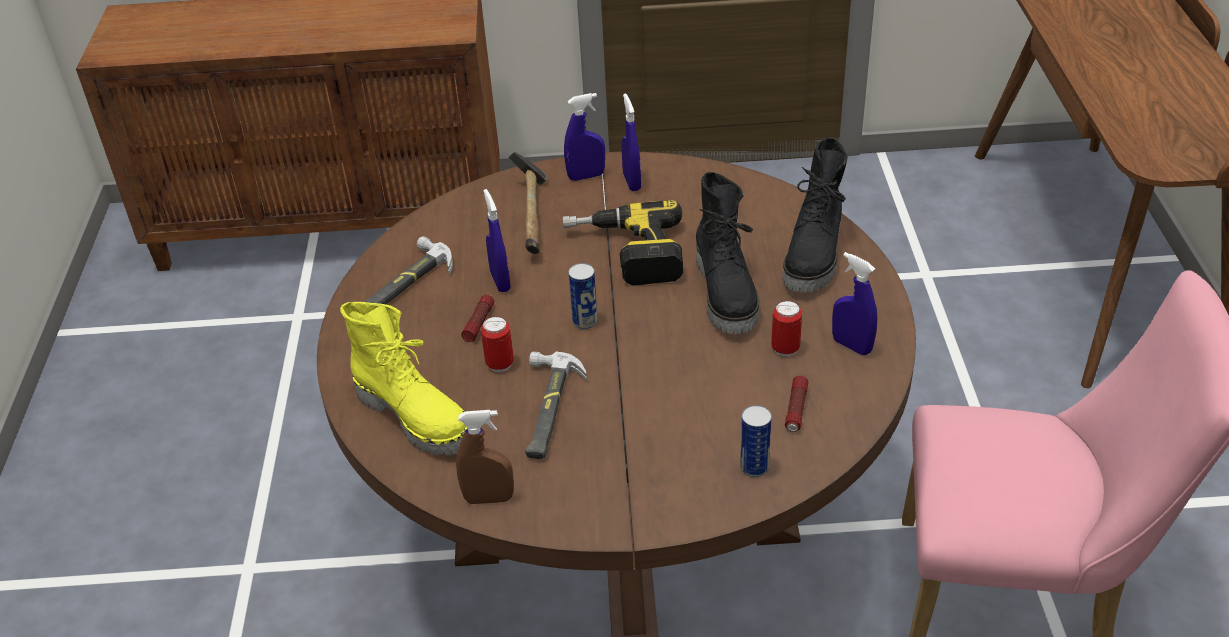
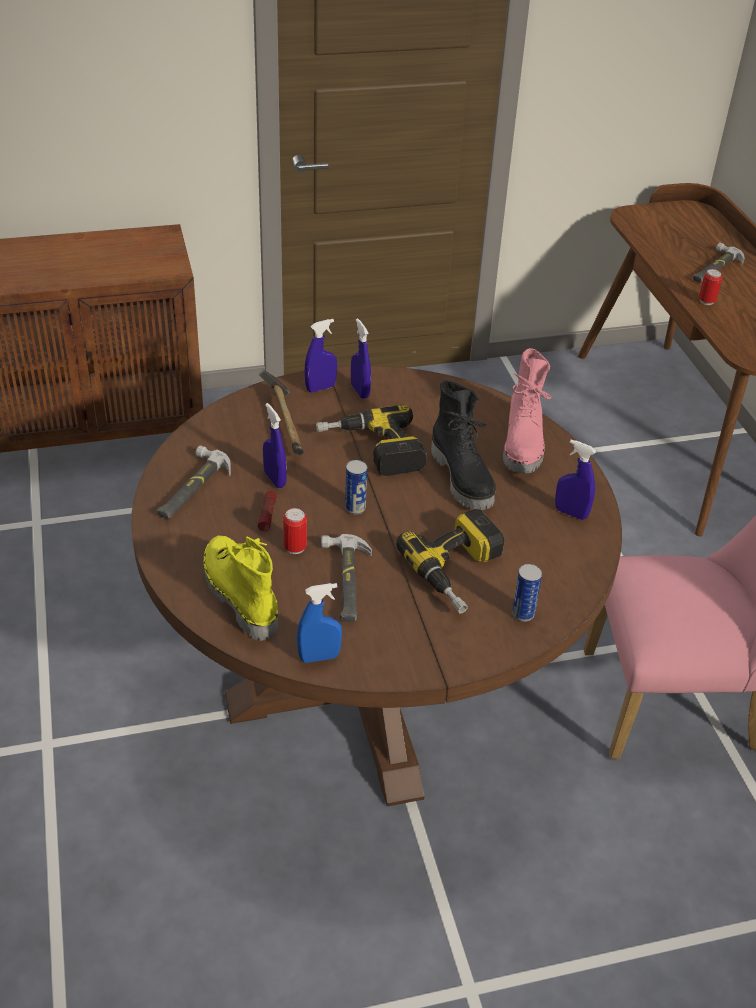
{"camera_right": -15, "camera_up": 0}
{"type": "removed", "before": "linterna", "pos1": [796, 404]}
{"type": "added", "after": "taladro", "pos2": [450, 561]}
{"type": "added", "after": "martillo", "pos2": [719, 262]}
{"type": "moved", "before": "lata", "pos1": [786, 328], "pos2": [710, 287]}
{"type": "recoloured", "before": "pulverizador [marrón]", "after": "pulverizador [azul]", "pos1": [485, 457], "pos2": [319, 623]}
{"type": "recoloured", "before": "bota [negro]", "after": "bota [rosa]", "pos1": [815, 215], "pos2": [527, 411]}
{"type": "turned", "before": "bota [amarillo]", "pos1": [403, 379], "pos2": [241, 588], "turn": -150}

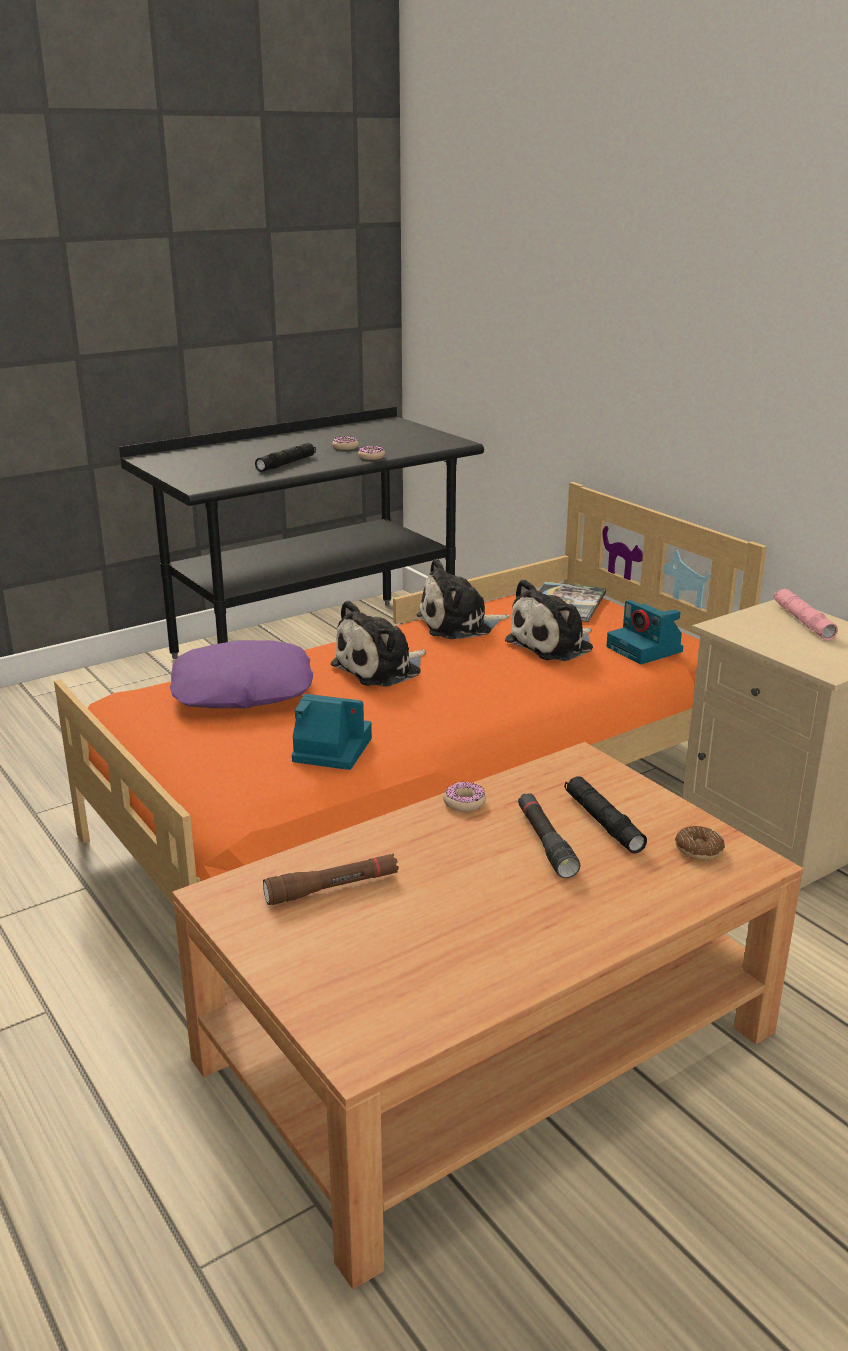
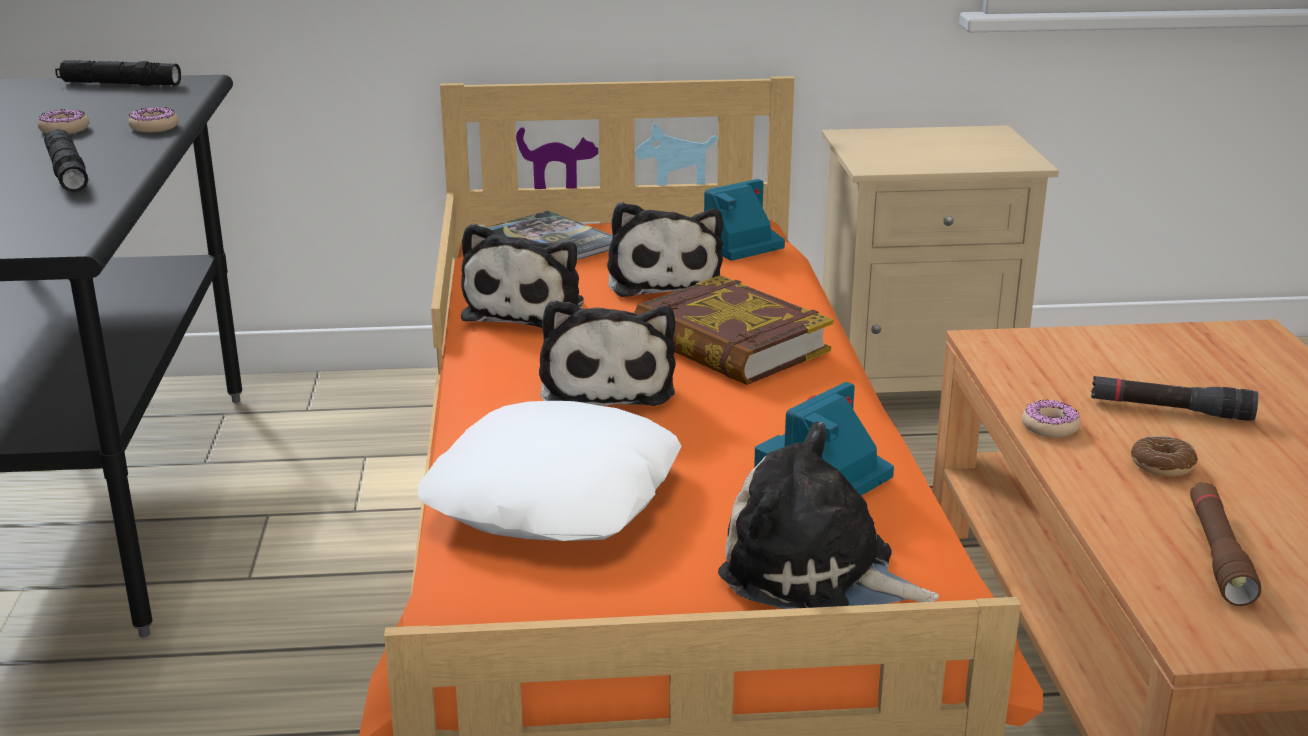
{"camera_right": -60, "camera_up": 0}
{"type": "removed", "before": "linterna [rosa]", "pos1": [806, 614]}
{"type": "added", "after": "libro", "pos2": [733, 330]}
{"type": "added", "after": "peluche", "pos2": [828, 515]}
{"type": "moved", "before": "linterna [negro]", "pos1": [605, 815], "pos2": [118, 73]}
{"type": "moved", "before": "rosquilla", "pos1": [700, 843], "pos2": [1164, 456]}
{"type": "recoloured", "before": "cojín [morado]", "after": "cojín [blanco]", "pos1": [241, 674], "pos2": [550, 471]}
{"type": "turned", "before": "cámara", "pos1": [644, 632], "pos2": [744, 220], "turn": 150}

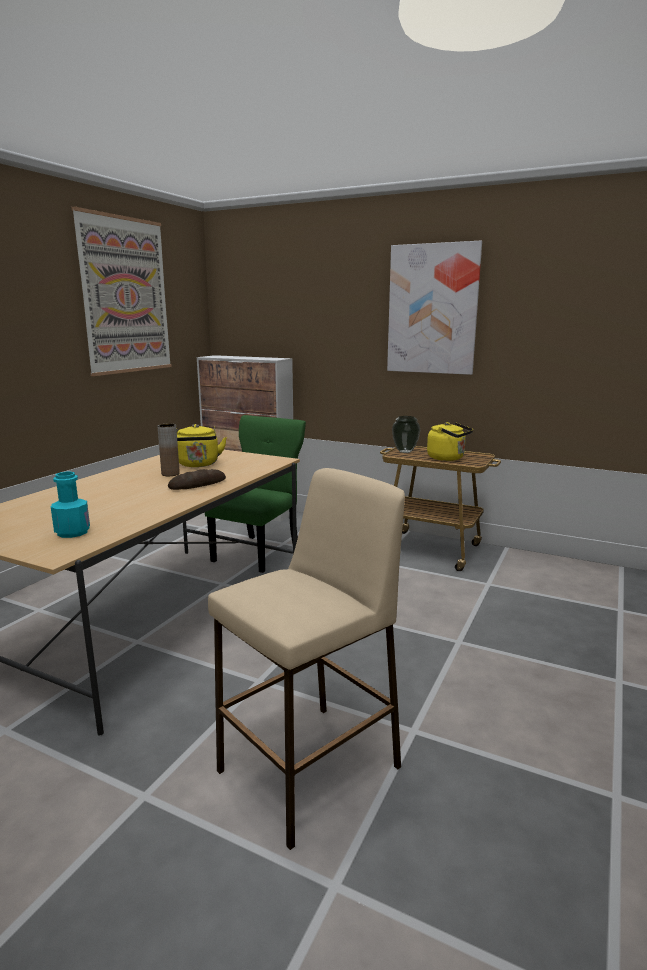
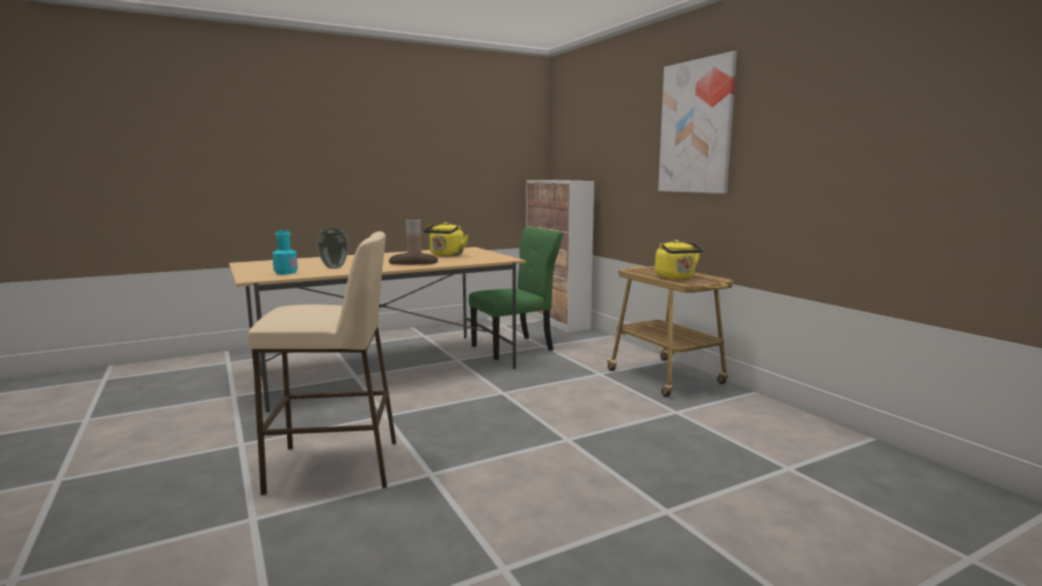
{"camera_right": 35, "camera_up": -5}
{"type": "removed", "before": "cuadro", "pos1": [122, 291]}
{"type": "moved", "before": "florero", "pos1": [406, 434], "pos2": [332, 248]}

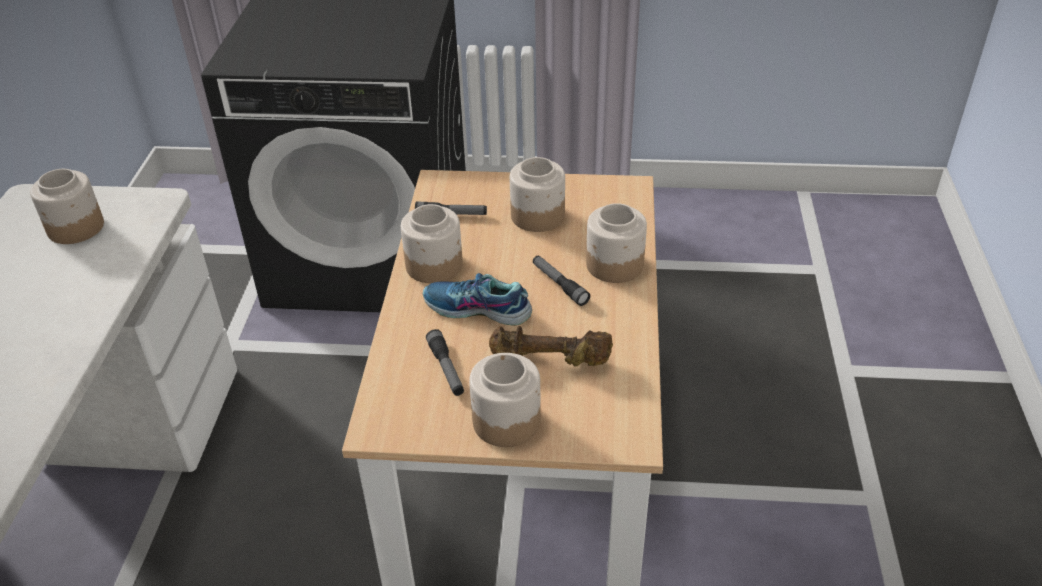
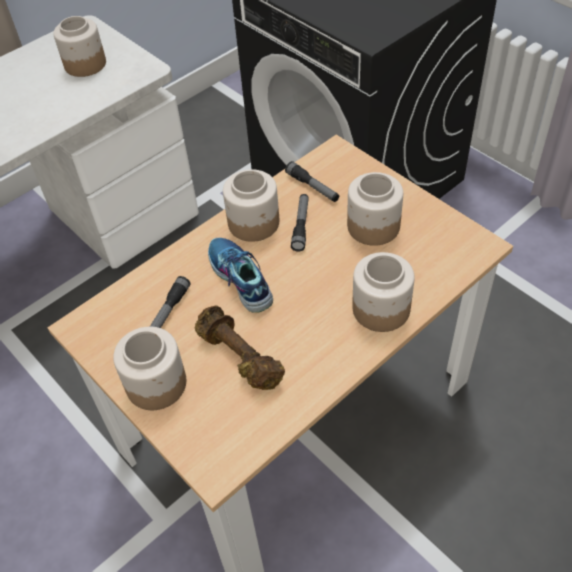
{"camera_right": 45, "camera_up": 10}
{"type": "moved", "before": "linterna", "pos1": [561, 281], "pos2": [300, 223]}

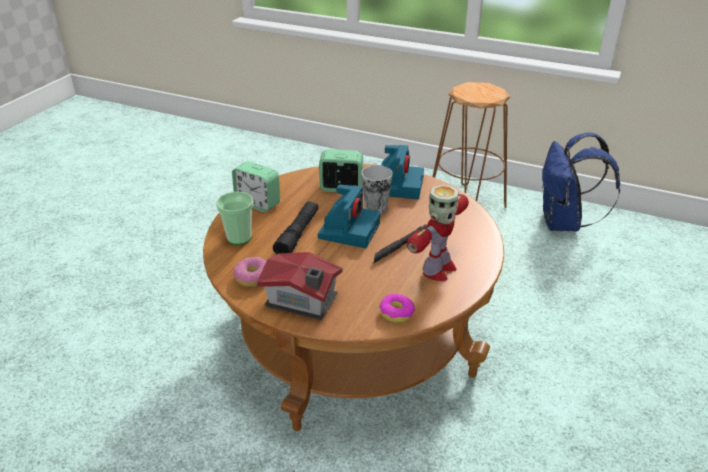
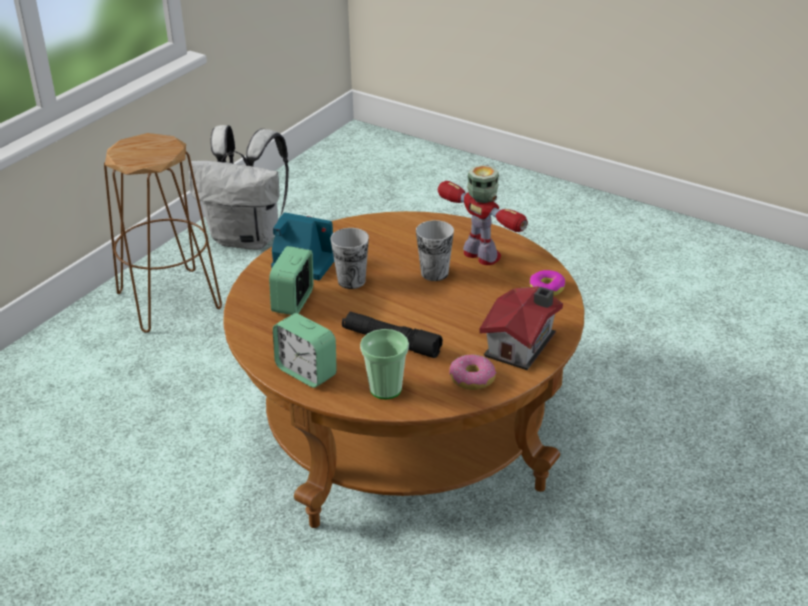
{"camera_right": -80, "camera_up": 0}
{"type": "removed", "before": "cámara", "pos1": [349, 216]}
{"type": "replaced", "before": "linterna [negro]", "after": "taza", "pos1": [400, 243], "pos2": [435, 250]}
{"type": "recoloured", "before": "mochila [azul]", "after": "mochila [blanco]", "pos1": [581, 182], "pos2": [238, 187]}
{"type": "turned", "before": "despertador", "pos1": [256, 186], "pos2": [305, 350], "turn": 90}

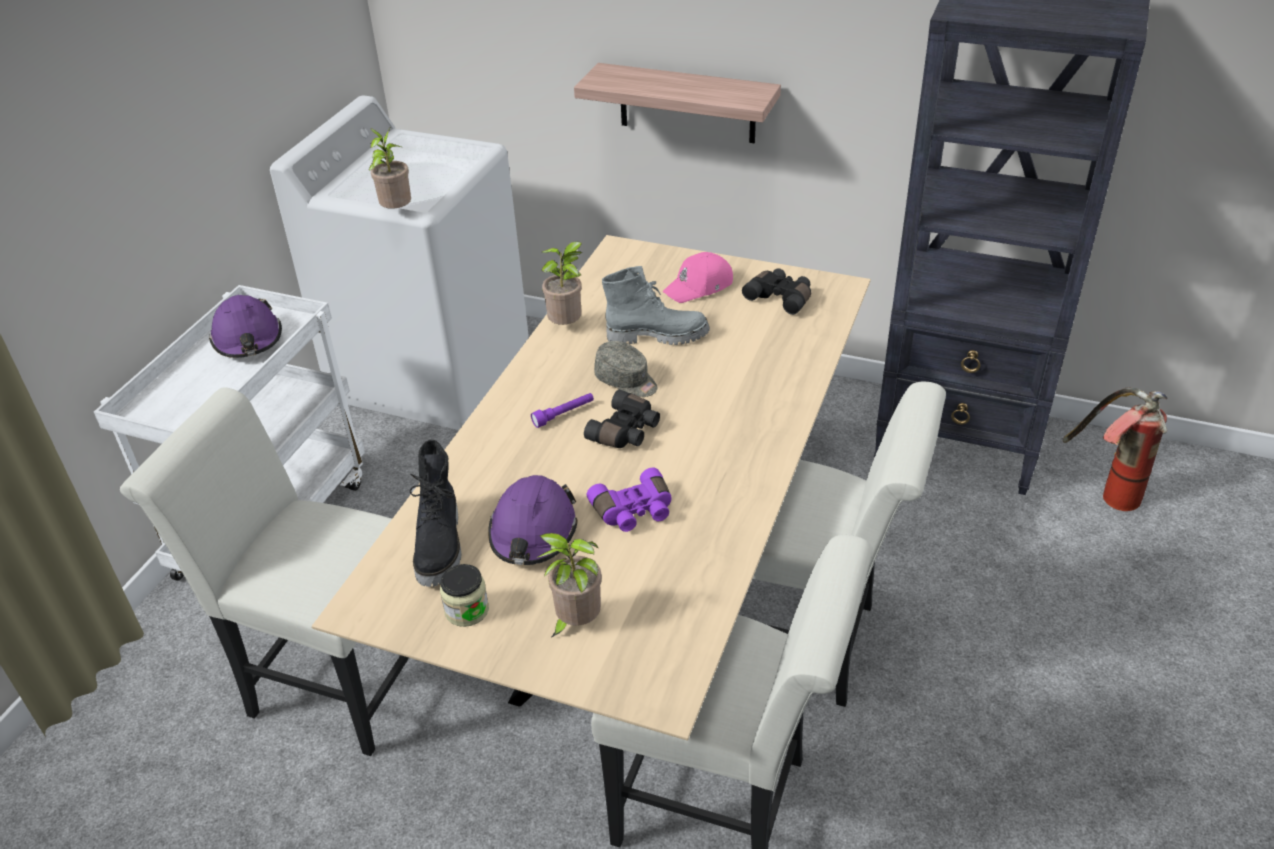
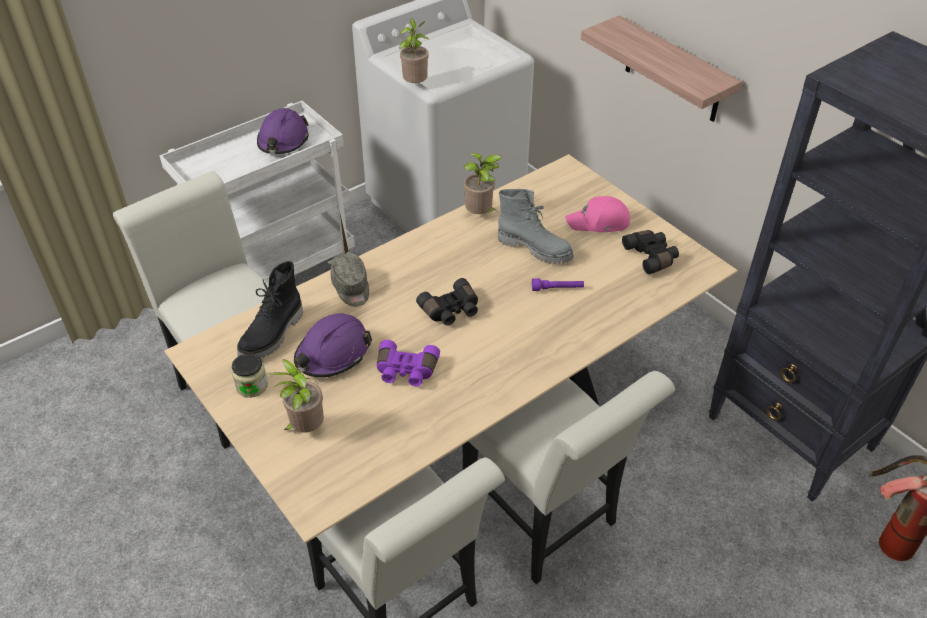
{"camera_right": 30, "camera_up": 5}
{"type": "moved", "before": "linterna [morado]", "pos1": [562, 410], "pos2": [558, 284]}
{"type": "moved", "before": "gorra [gris]", "pos1": [625, 369], "pos2": [350, 280]}

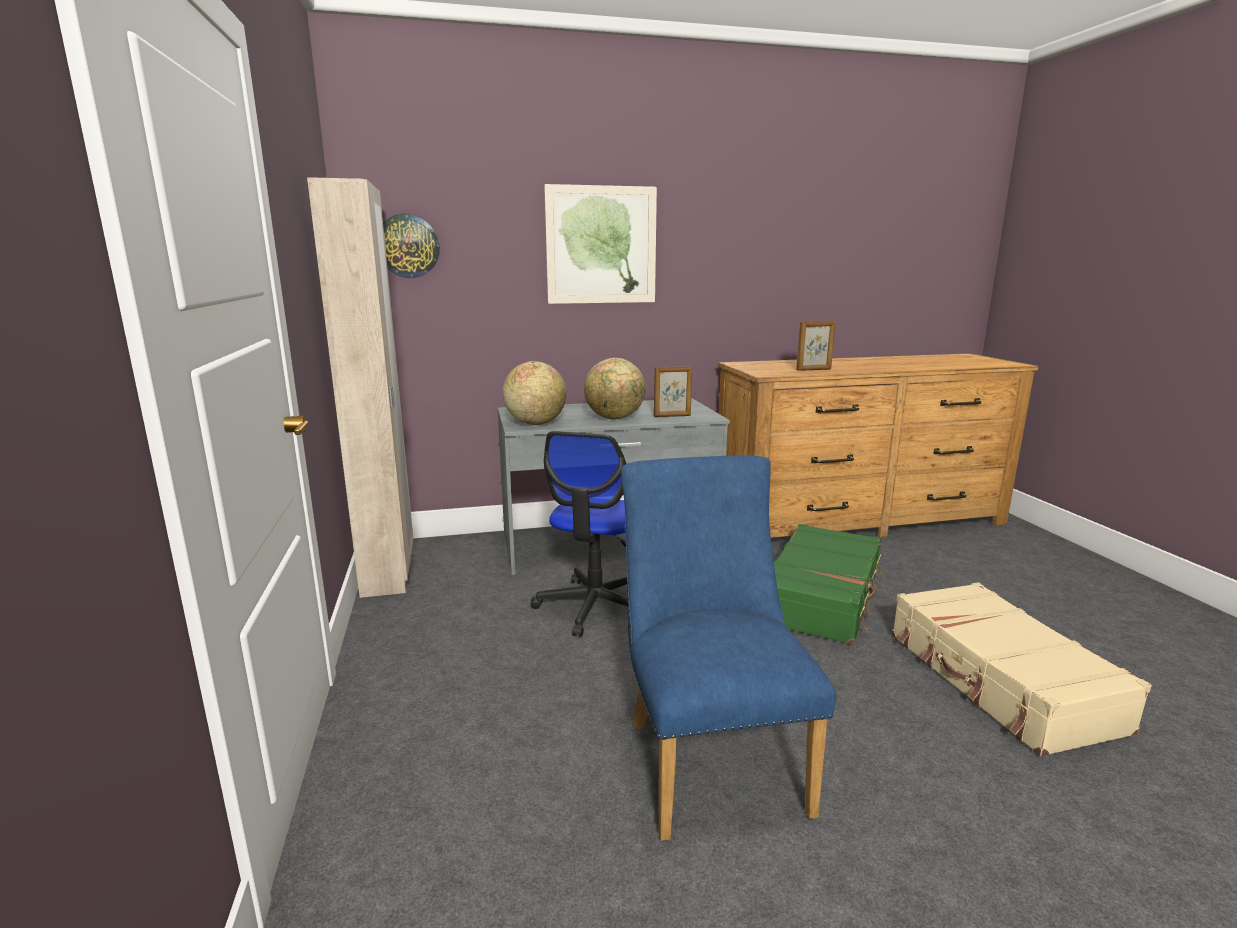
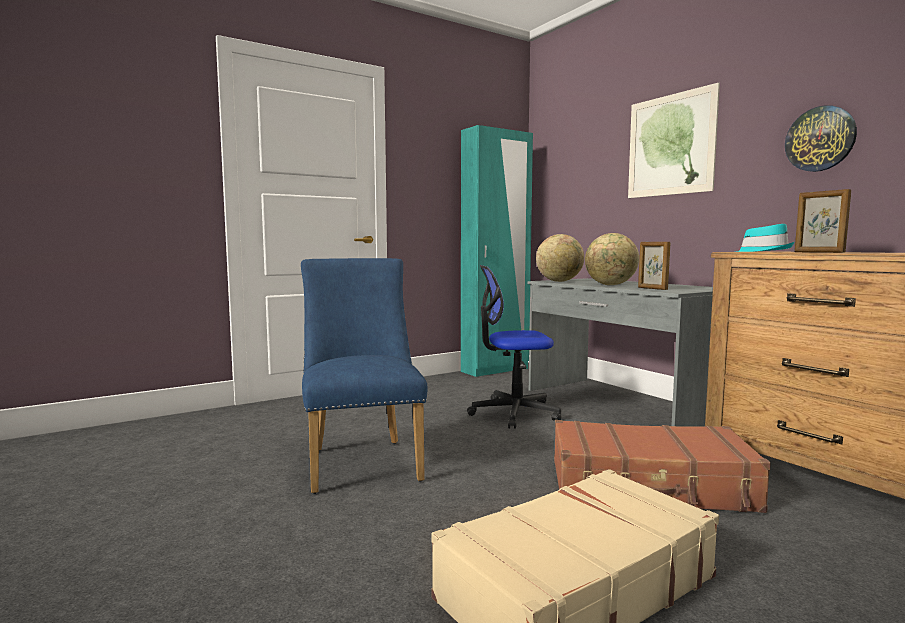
{"camera_right": 70, "camera_up": -10}
{"type": "added", "after": "sombrero [turquesa]", "pos2": [765, 238]}
{"type": "moved", "before": "reloj de pared", "pos1": [411, 246], "pos2": [821, 138]}
{"type": "recoloured", "before": "armario ropero [beis]", "after": "armario ropero [turquesa]", "pos1": [360, 387], "pos2": [497, 251]}
{"type": "recoloured", "before": "maleta [verde]", "after": "maleta [marrón]", "pos1": [829, 584], "pos2": [662, 466]}
{"type": "turned", "before": "silla [azul]", "pos1": [728, 648], "pos2": [364, 376], "turn": -75}

